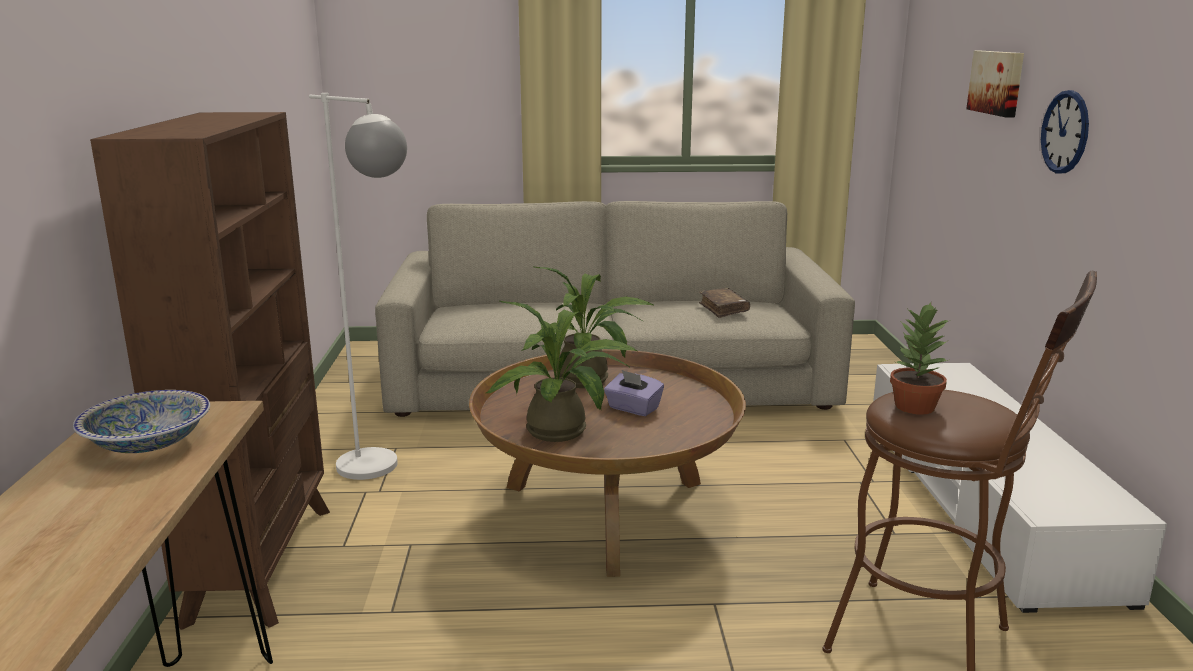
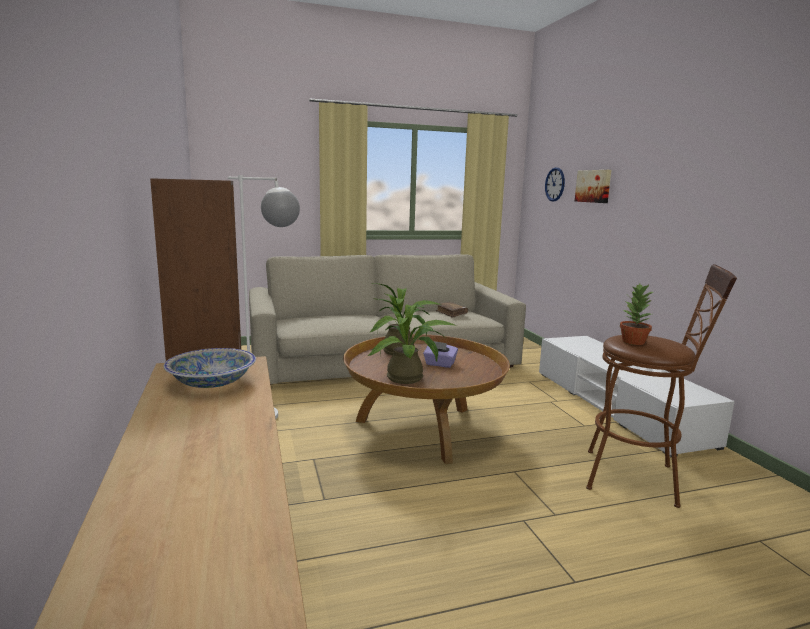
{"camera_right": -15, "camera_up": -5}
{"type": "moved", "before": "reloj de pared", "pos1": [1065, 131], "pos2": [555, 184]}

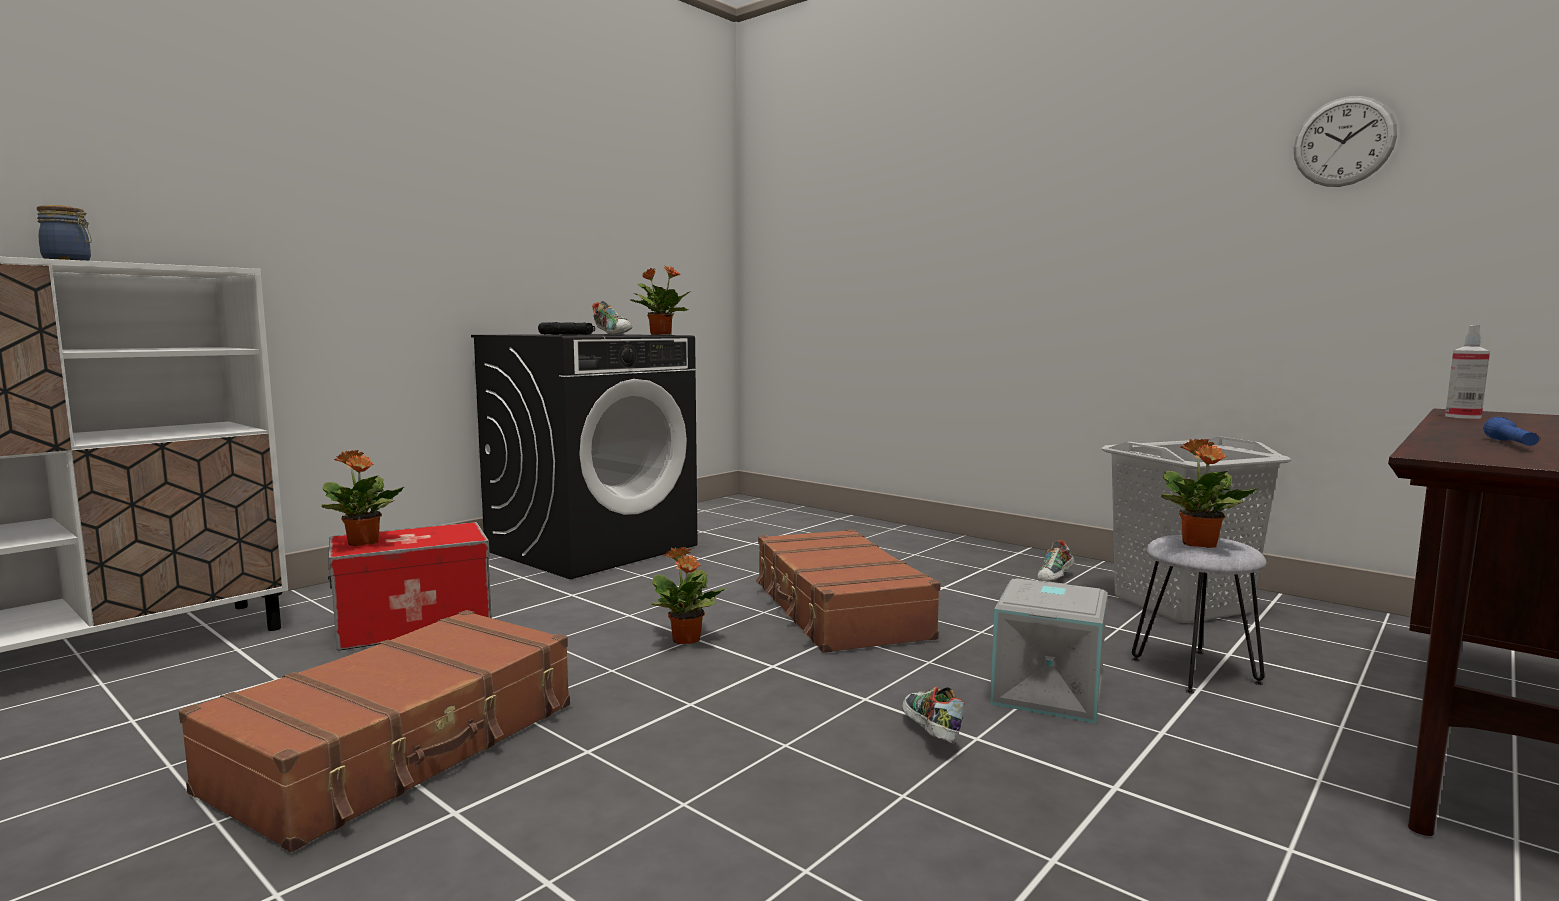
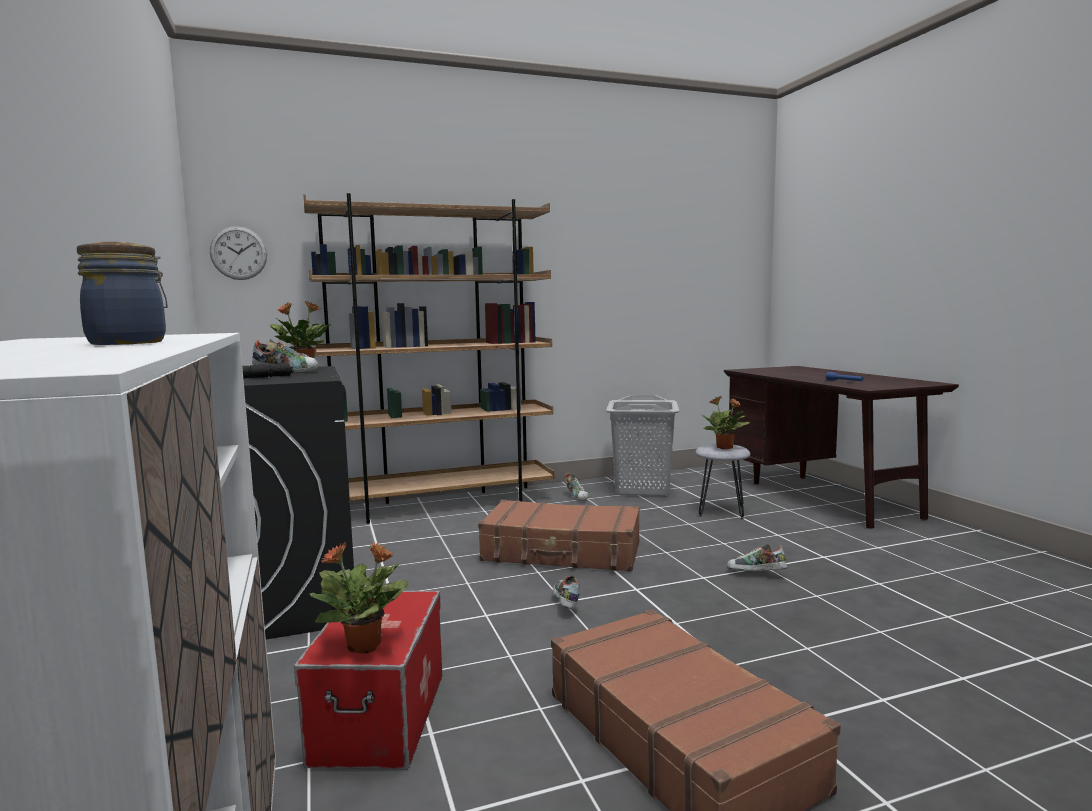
{"camera_right": -60, "camera_up": 0}
{"type": "removed", "before": "caja de almacenaje [gris]", "pos1": [1049, 650]}
{"type": "removed", "before": "pulverizador", "pos1": [1467, 372]}
{"type": "added", "after": "estantería [marrón]", "pos2": [428, 358]}
{"type": "moved", "before": "reloj de pared", "pos1": [1345, 141], "pos2": [238, 253]}
{"type": "replaced", "before": "planta en maceta", "after": "zapato", "pos1": [689, 595], "pos2": [567, 593]}

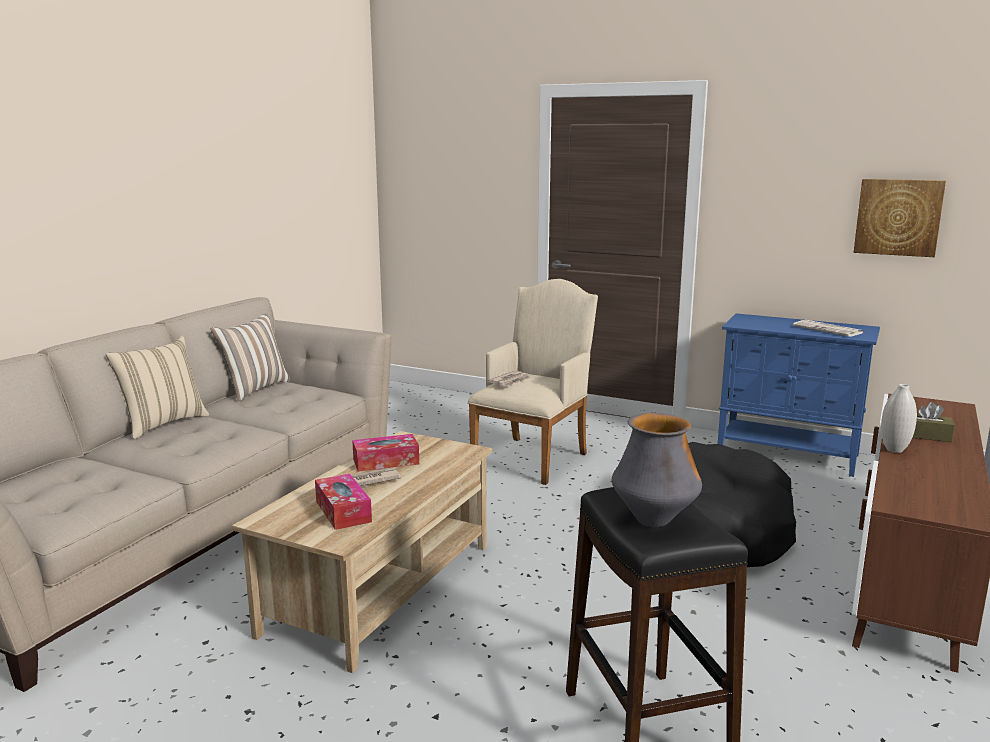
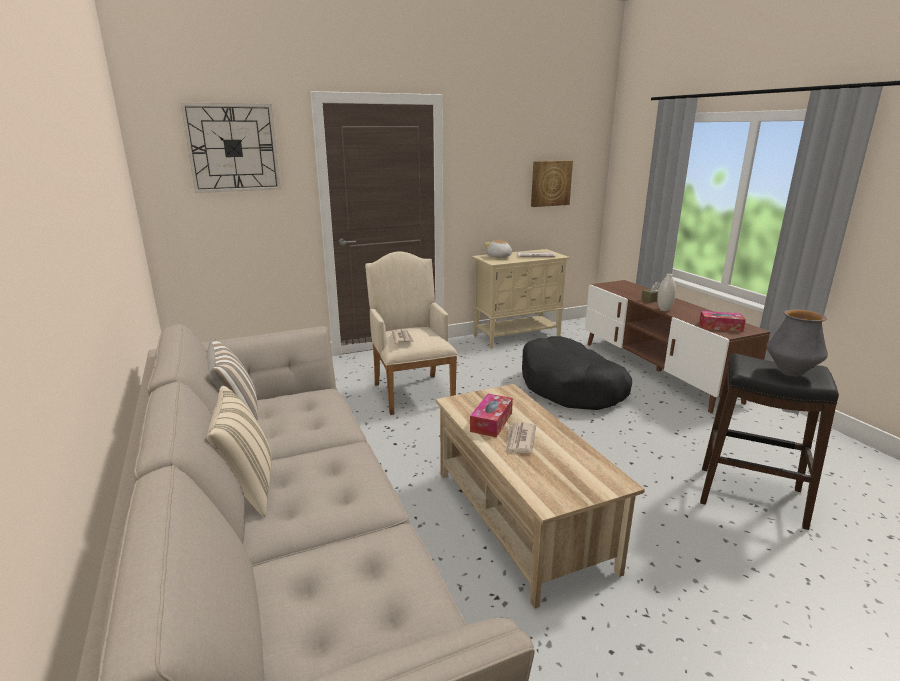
{"camera_right": -50, "camera_up": 5}
{"type": "added", "after": "reloj de pared", "pos2": [231, 148]}
{"type": "added", "after": "peluche", "pos2": [498, 249]}
{"type": "moved", "before": "caja de pañuelos", "pos1": [343, 502], "pos2": [722, 321]}
{"type": "recoloured", "before": "armario [azul]", "after": "armario [beis]", "pos1": [799, 395], "pos2": [521, 299]}

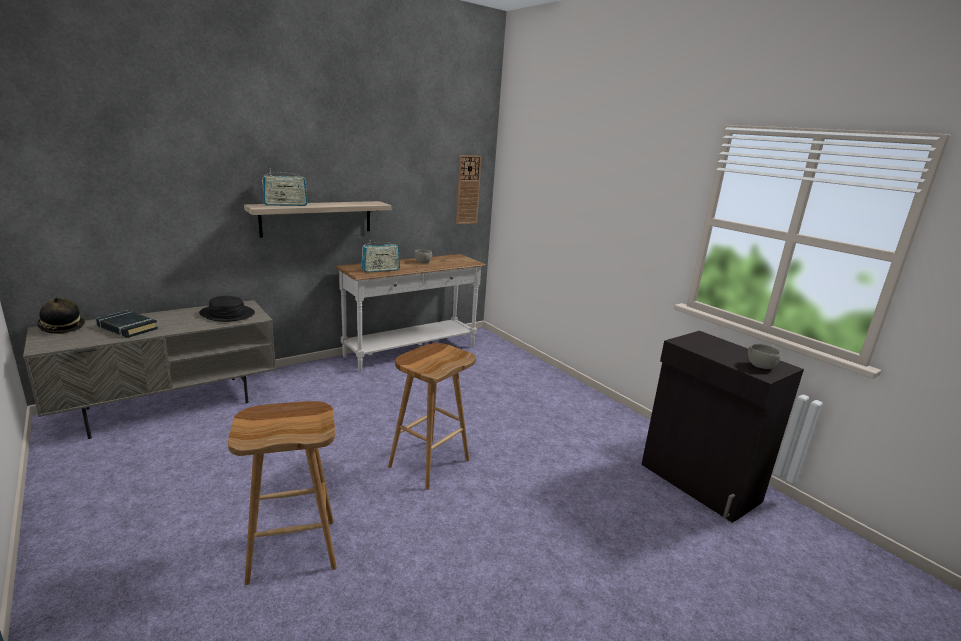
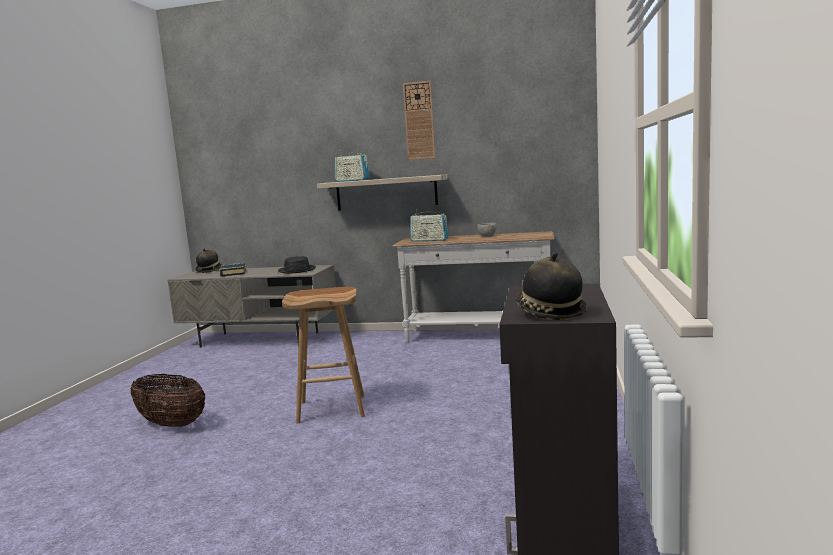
{"camera_right": 50, "camera_up": -10}
{"type": "moved", "before": "reloj de pared", "pos1": [468, 189], "pos2": [419, 120]}
{"type": "replaced", "before": "taburete [marrón]", "after": "cesta", "pos1": [282, 493], "pos2": [168, 400]}
{"type": "replaced", "before": "cuenco [gris]", "after": "sombrero", "pos1": [764, 356], "pos2": [551, 286]}

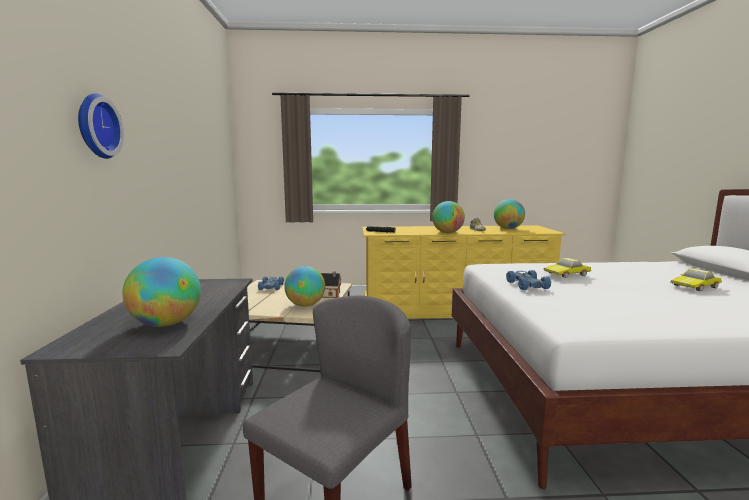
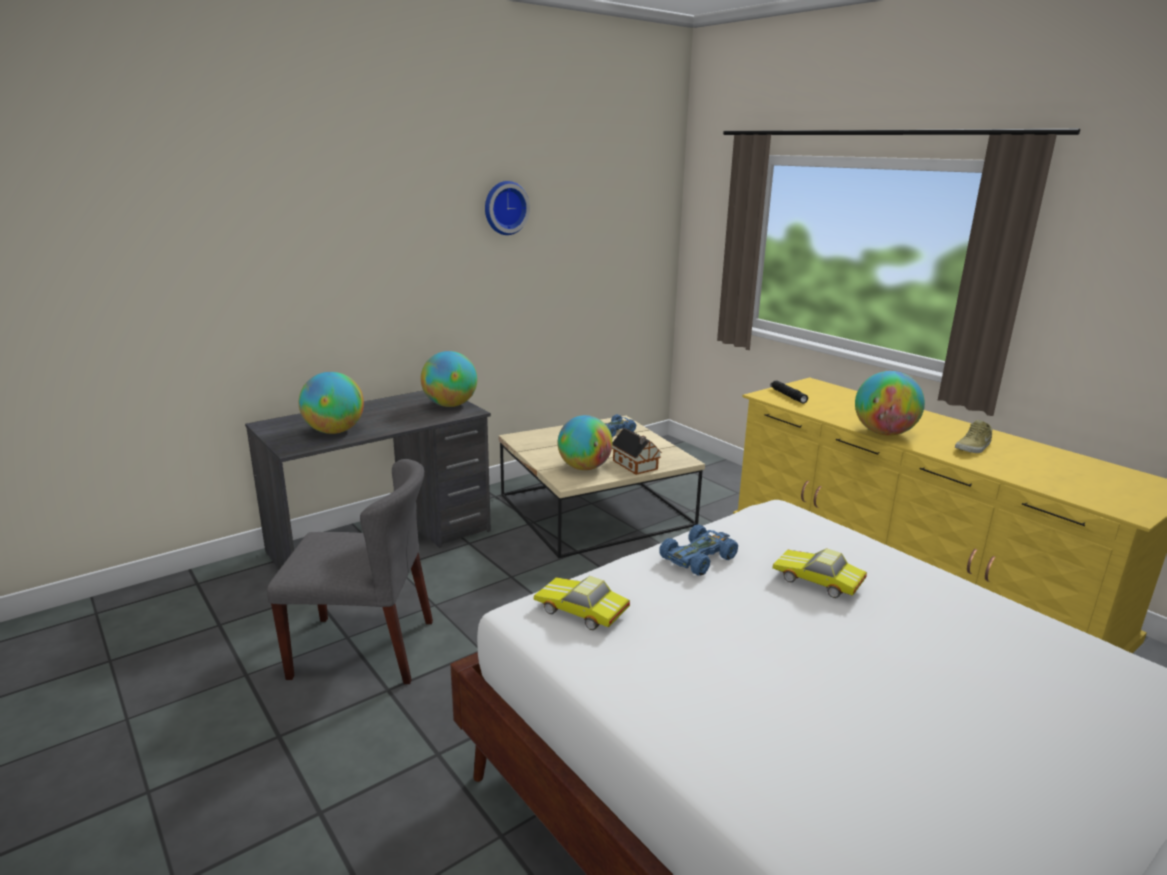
{"camera_right": 55, "camera_up": 10}
{"type": "moved", "before": "reloj de pared", "pos1": [101, 126], "pos2": [507, 208]}
{"type": "moved", "before": "globo terráqueo", "pos1": [509, 214], "pos2": [449, 379]}
{"type": "moved", "before": "coche de juguete", "pos1": [695, 279], "pos2": [581, 603]}

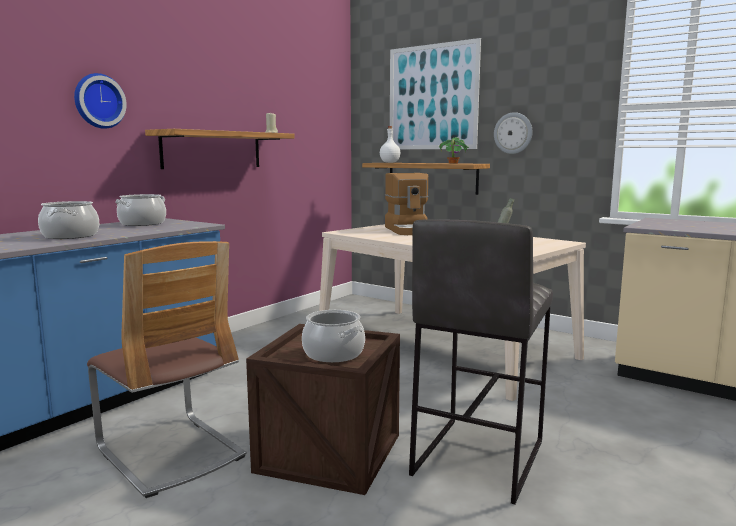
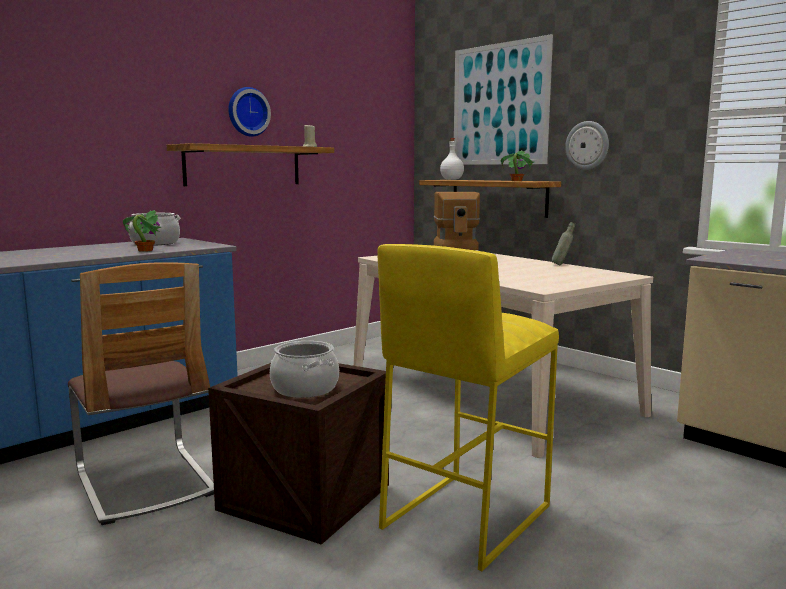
{"camera_right": 10, "camera_up": 0}
{"type": "removed", "before": "olla", "pos1": [68, 220]}
{"type": "added", "after": "planta en maceta", "pos2": [142, 231]}
{"type": "moved", "before": "reloj de pared", "pos1": [100, 101], "pos2": [250, 112]}
{"type": "recoloured", "before": "taburete [gris]", "after": "taburete [amarillo]", "pos1": [481, 362], "pos2": [468, 407]}

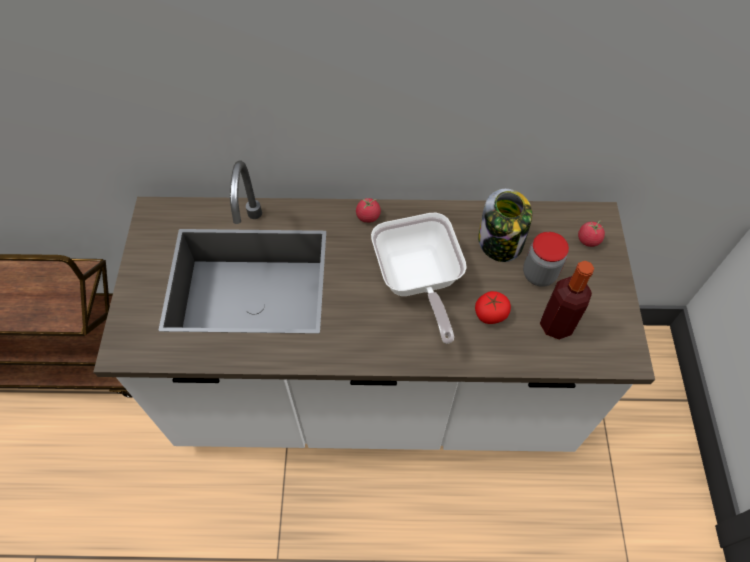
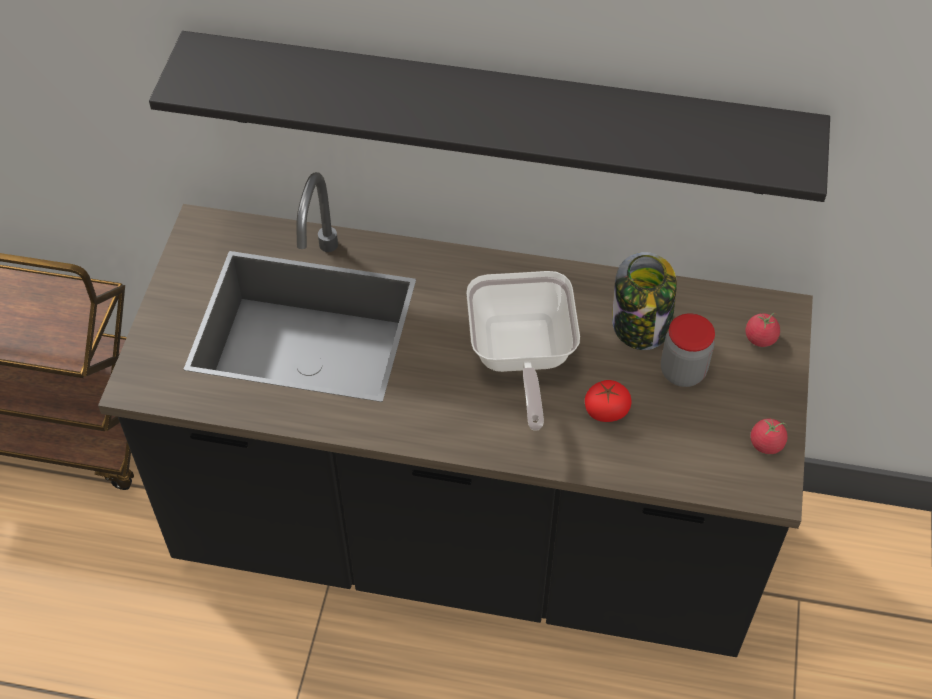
{"camera_right": 10, "camera_up": -5}
{"type": "removed", "before": "botella", "pos1": [567, 300]}
{"type": "added", "after": "estante [negro]", "pos2": [489, 116]}
{"type": "moved", "before": "tomate", "pos1": [368, 210], "pos2": [769, 436]}
{"type": "recoloured", "before": "mueble bajo de cocina [blanco]", "after": "mueble bajo de cocina [negro]", "pos1": [374, 306], "pos2": [455, 414]}

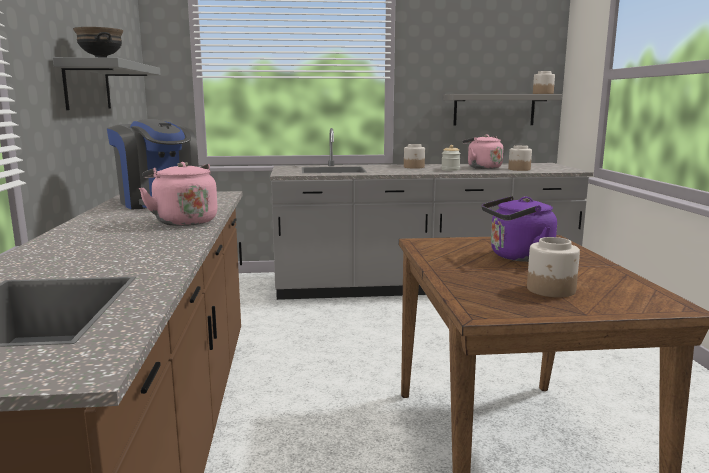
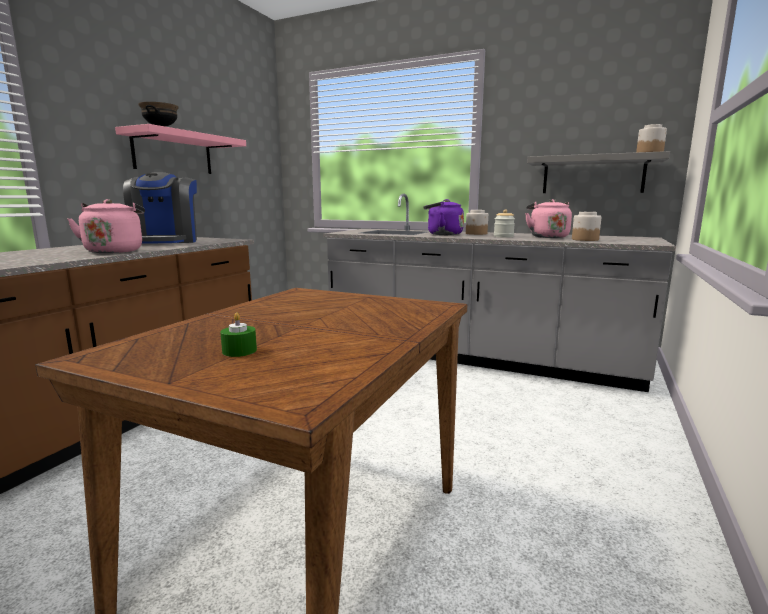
{"camera_right": 30, "camera_up": 0}
{"type": "moved", "before": "hervidor [morado]", "pos1": [519, 229], "pos2": [443, 217]}
{"type": "replaced", "before": "tarro", "after": "vela [verde]", "pos1": [553, 267], "pos2": [238, 335]}
{"type": "recoloured", "before": "estante [gris]", "after": "estante [rosa]", "pos1": [107, 83], "pos2": [180, 149]}

